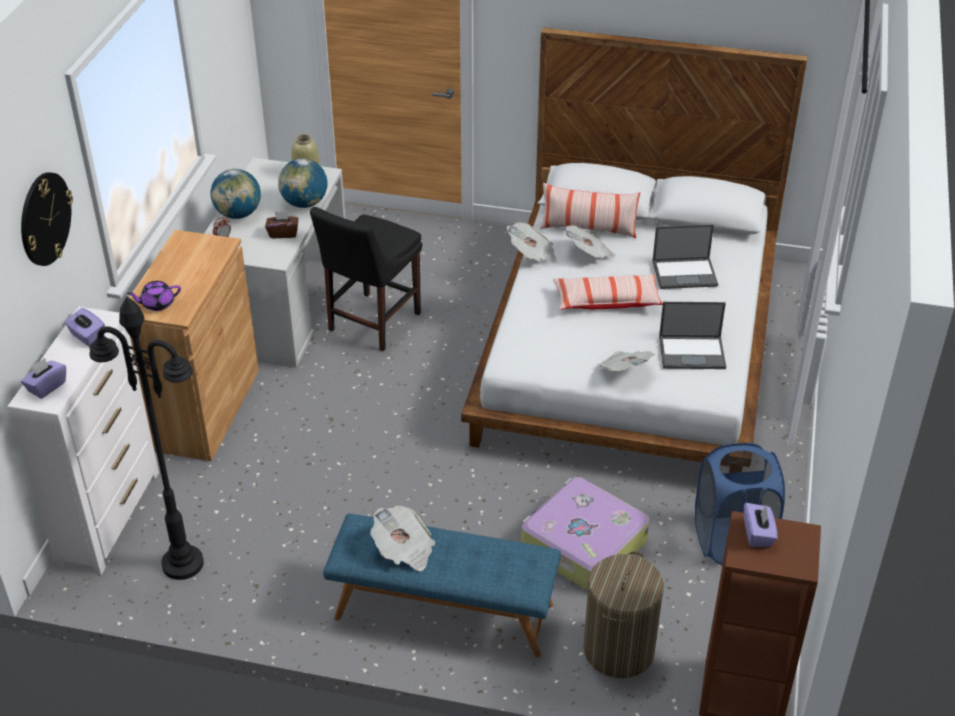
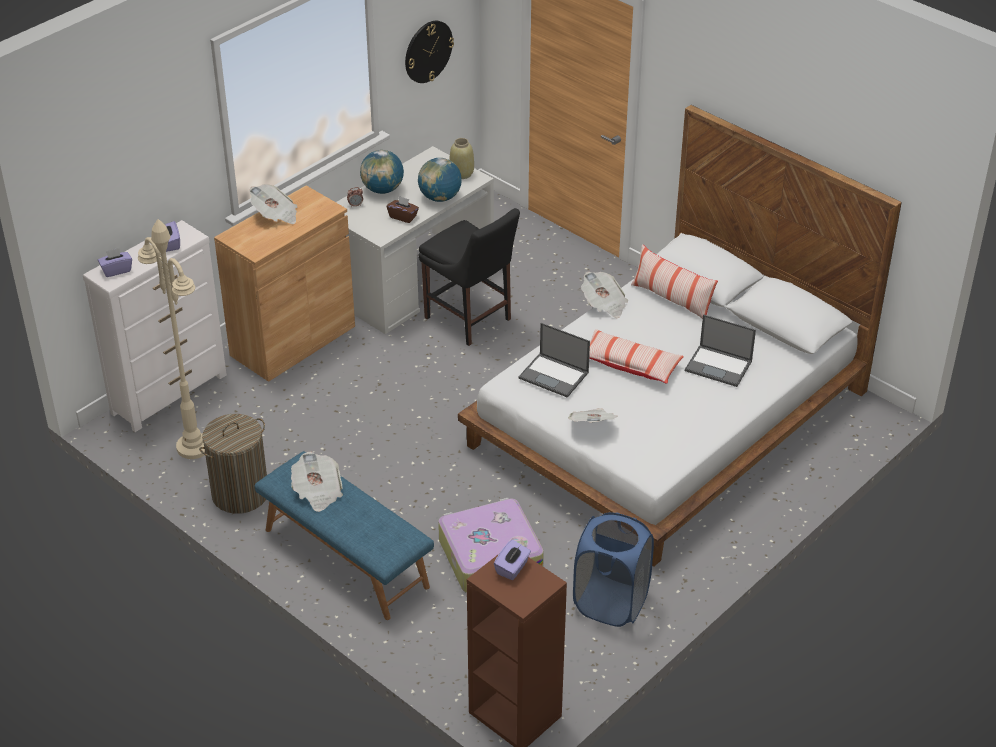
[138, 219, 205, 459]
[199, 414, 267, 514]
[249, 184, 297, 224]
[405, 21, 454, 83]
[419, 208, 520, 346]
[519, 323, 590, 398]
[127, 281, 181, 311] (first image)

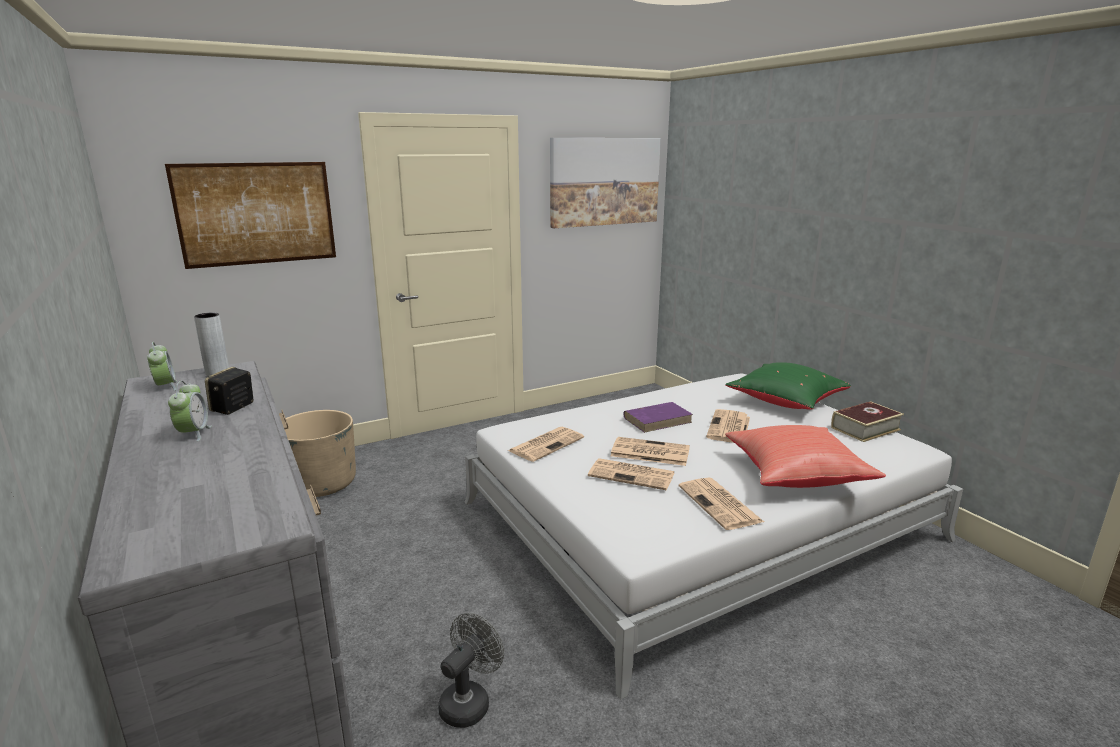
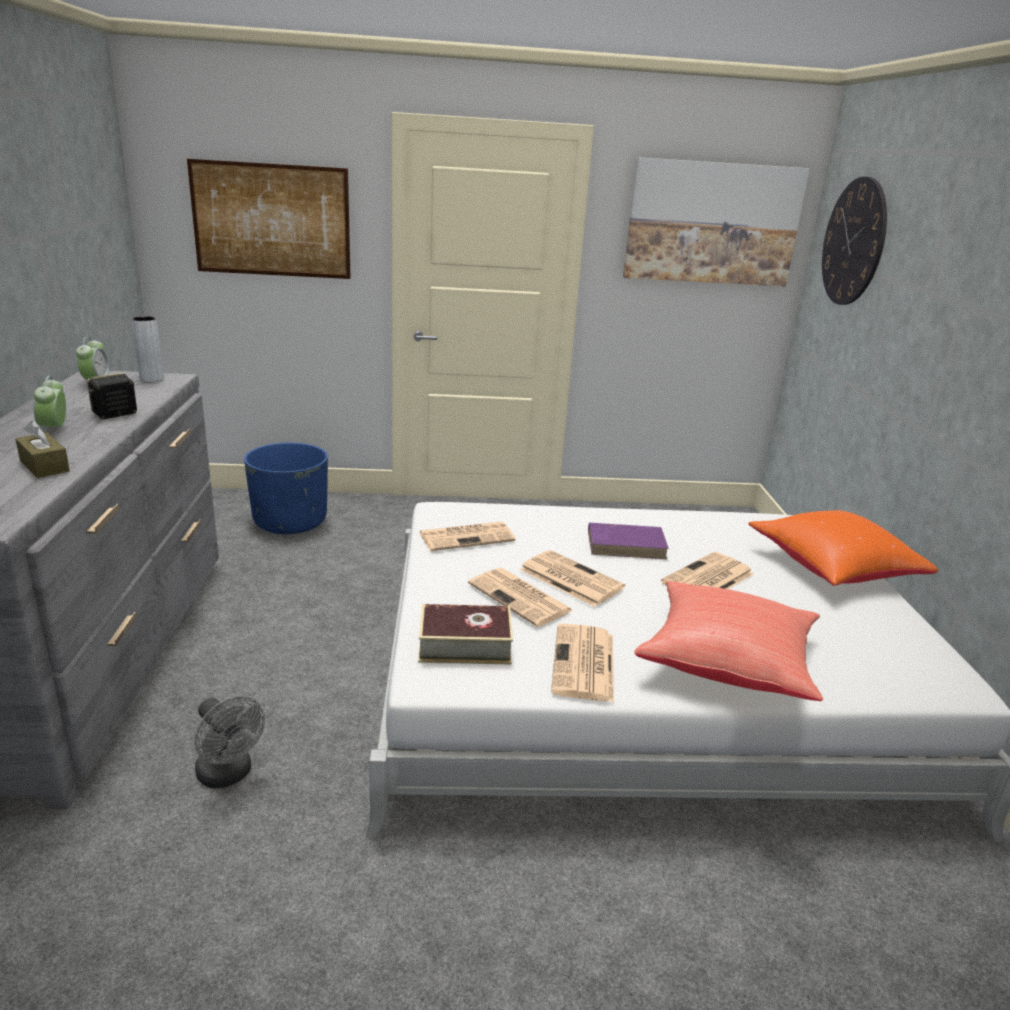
[15, 421, 70, 478]
[34, 376, 66, 431]
[195, 696, 265, 788]
[244, 443, 328, 534]
[418, 604, 513, 664]
[748, 510, 938, 586]
[822, 176, 887, 305]

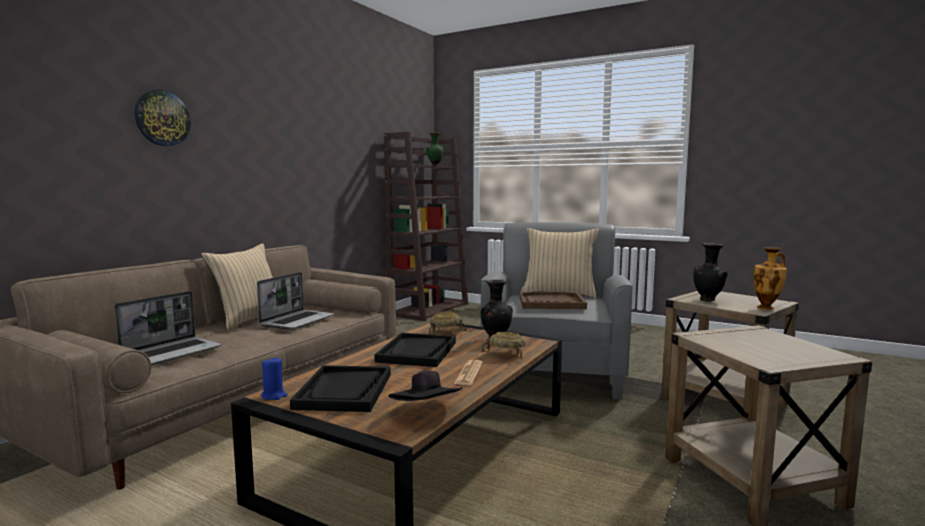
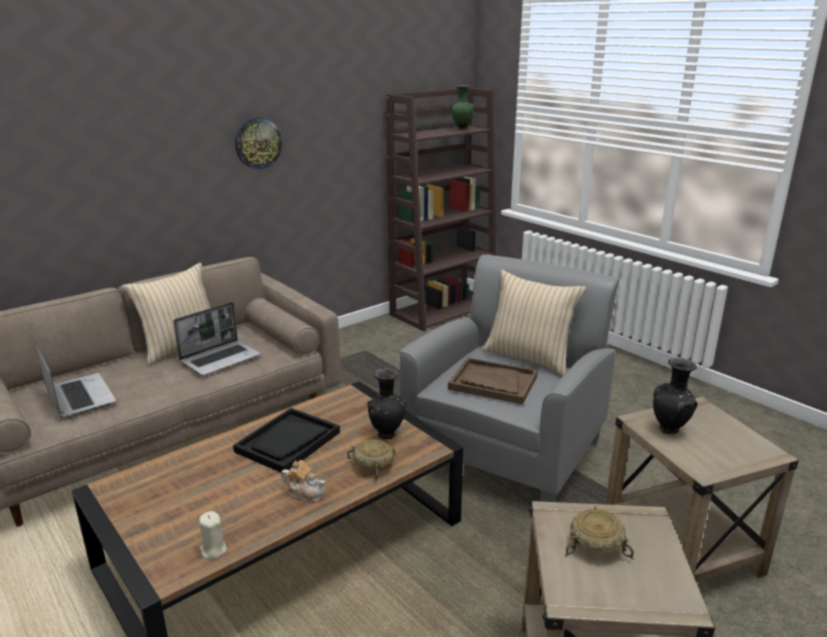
[36, 344, 116, 418]
[199, 511, 227, 559]
[235, 117, 282, 169]
[281, 460, 325, 503]
[565, 506, 634, 559]
[261, 357, 288, 400] (first image)
[290, 365, 391, 412] (first image)
[753, 247, 787, 310] (first image)

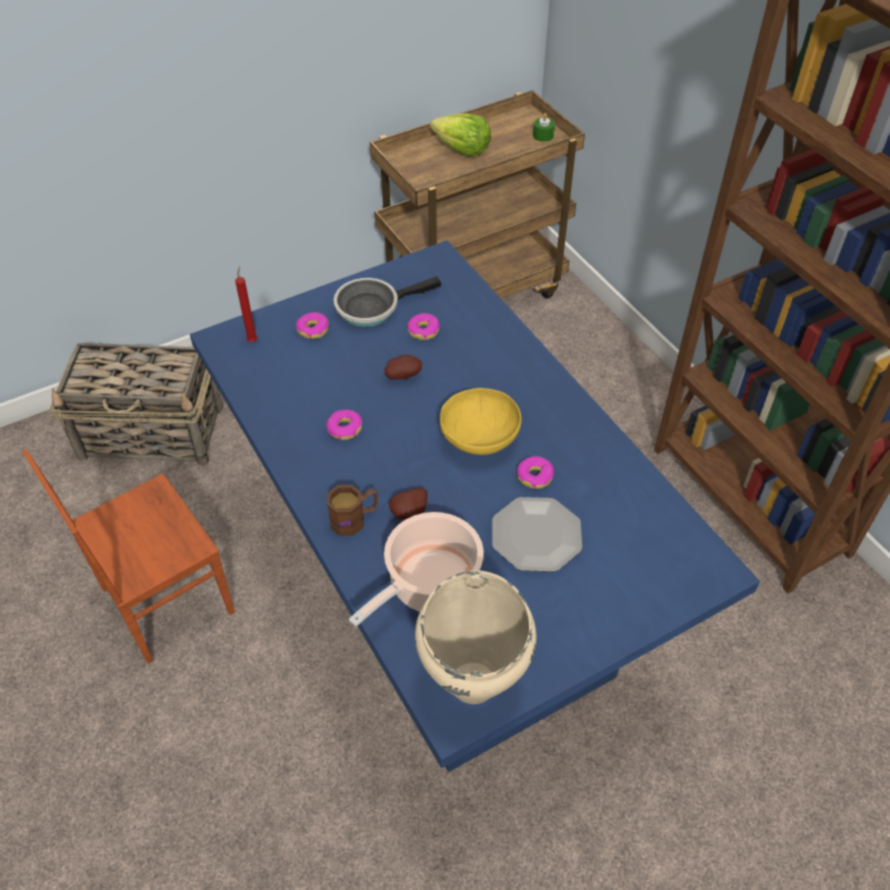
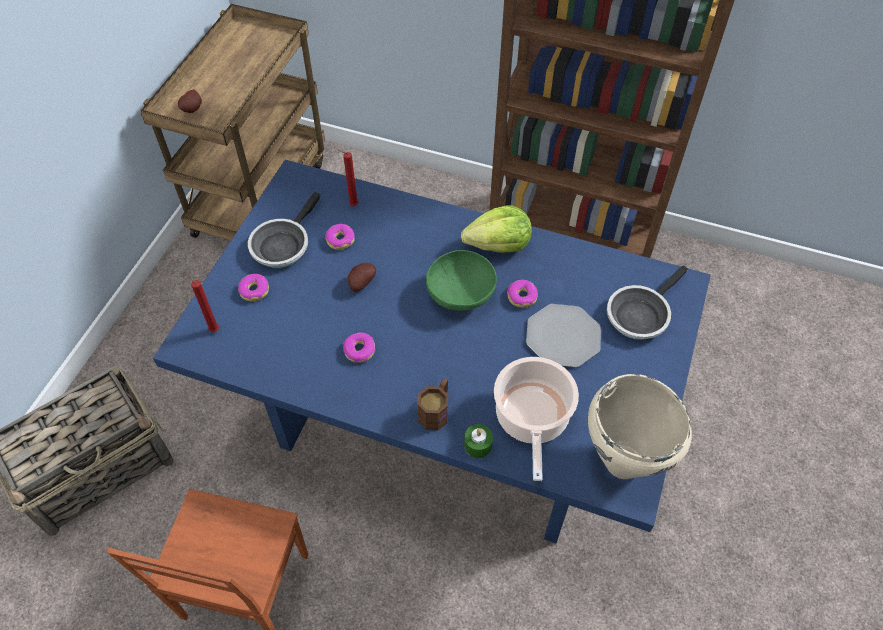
[178, 90, 202, 113]
[338, 150, 358, 206]
[426, 250, 497, 311]
[461, 205, 532, 253]
[464, 424, 493, 458]
[607, 265, 688, 340]

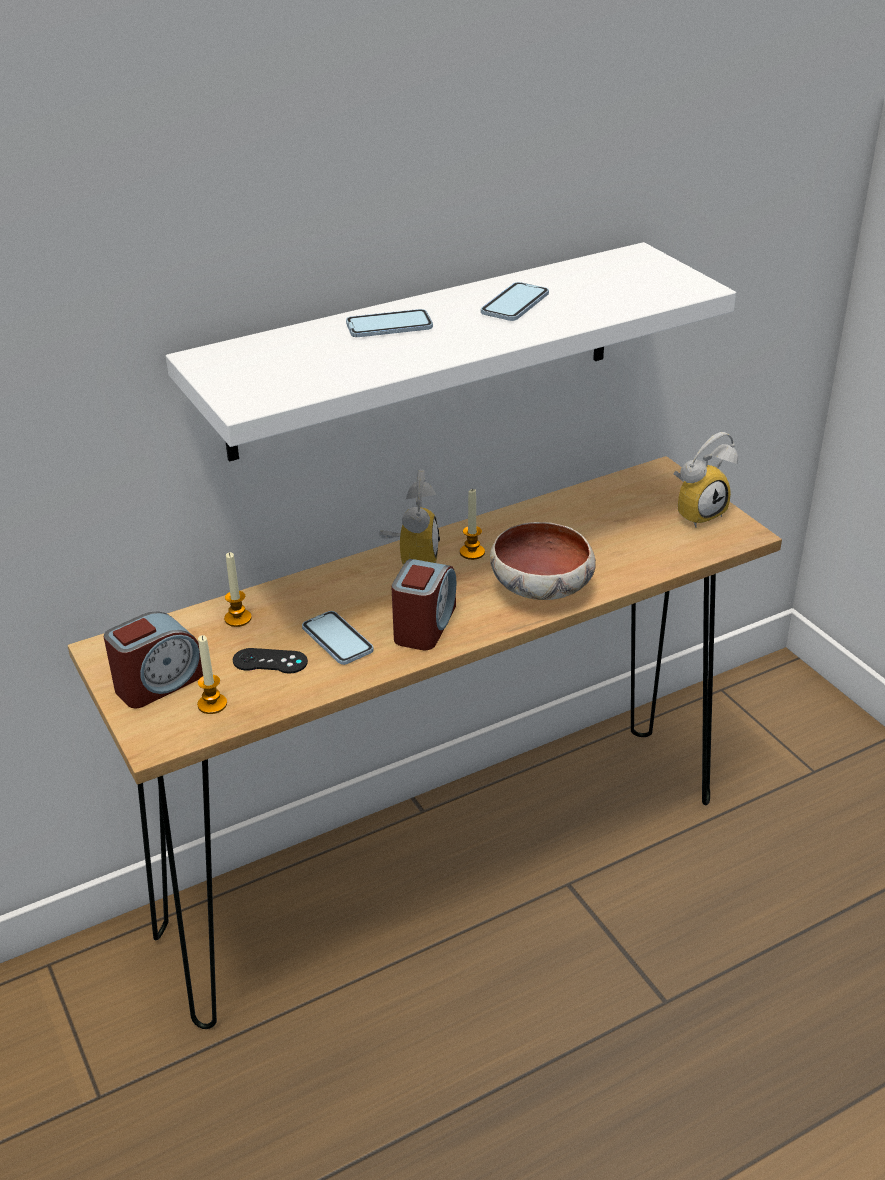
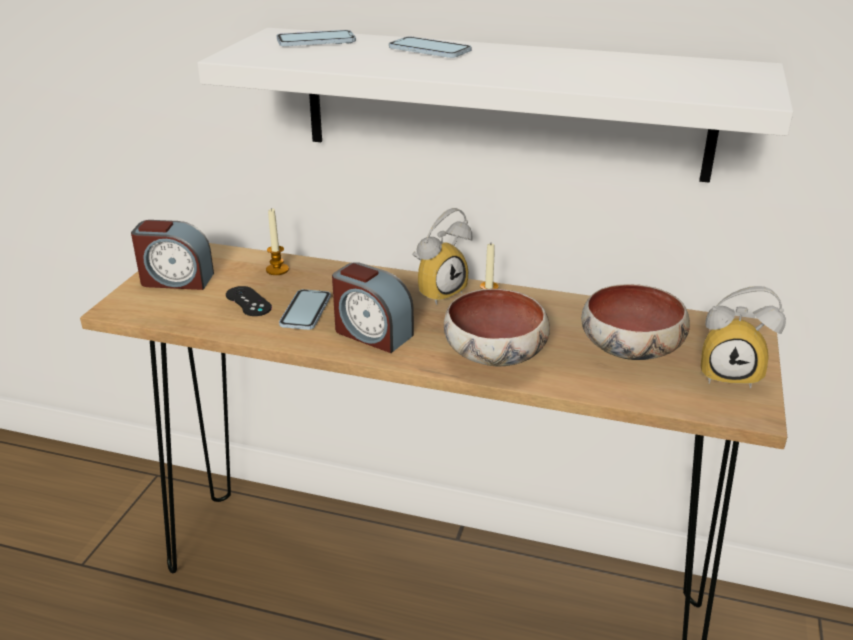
[276, 30, 356, 46]
[332, 262, 414, 353]
[581, 284, 690, 360]
[197, 635, 227, 714] (first image)

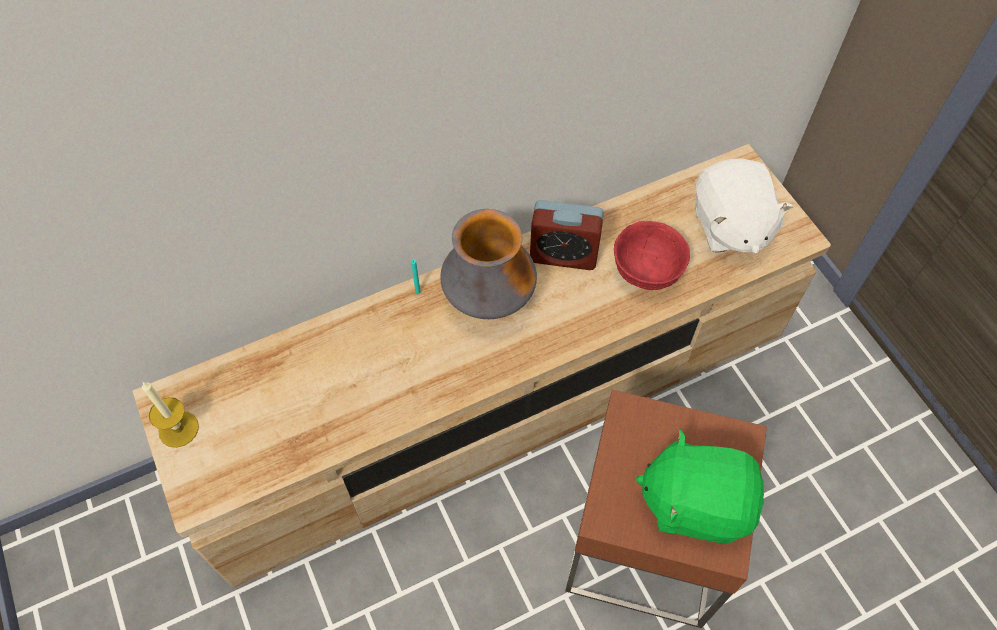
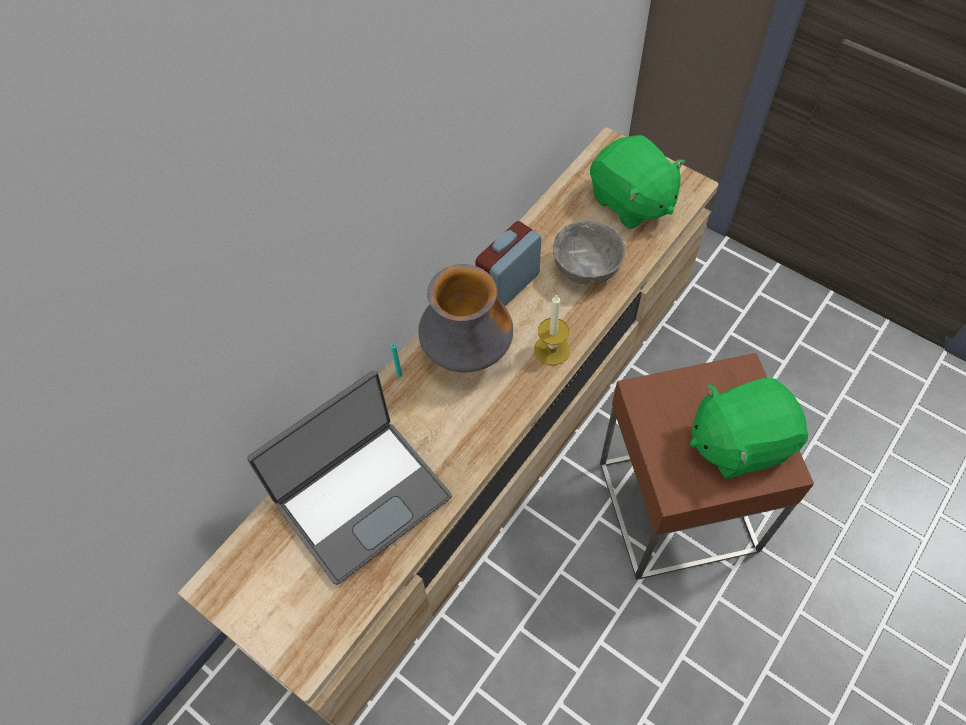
[247, 370, 452, 585]
[475, 221, 541, 306]
[534, 294, 570, 365]
[553, 220, 625, 284]
[590, 135, 685, 229]

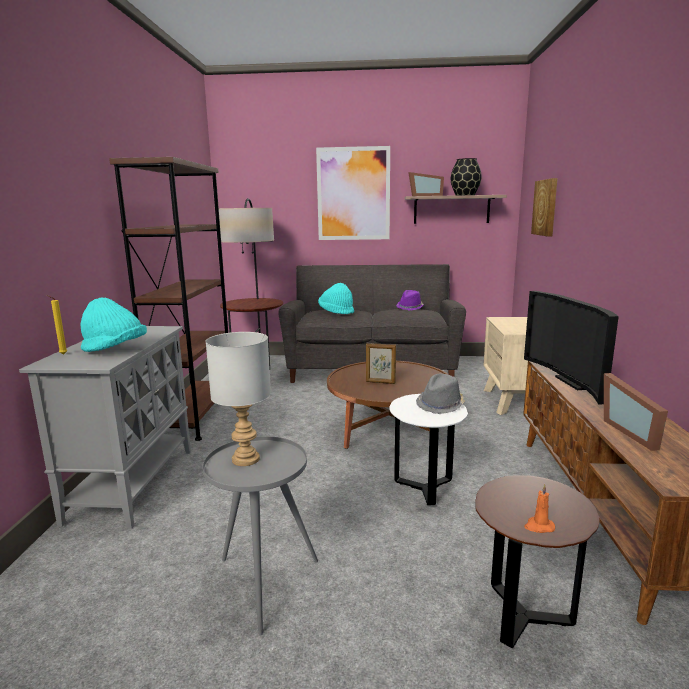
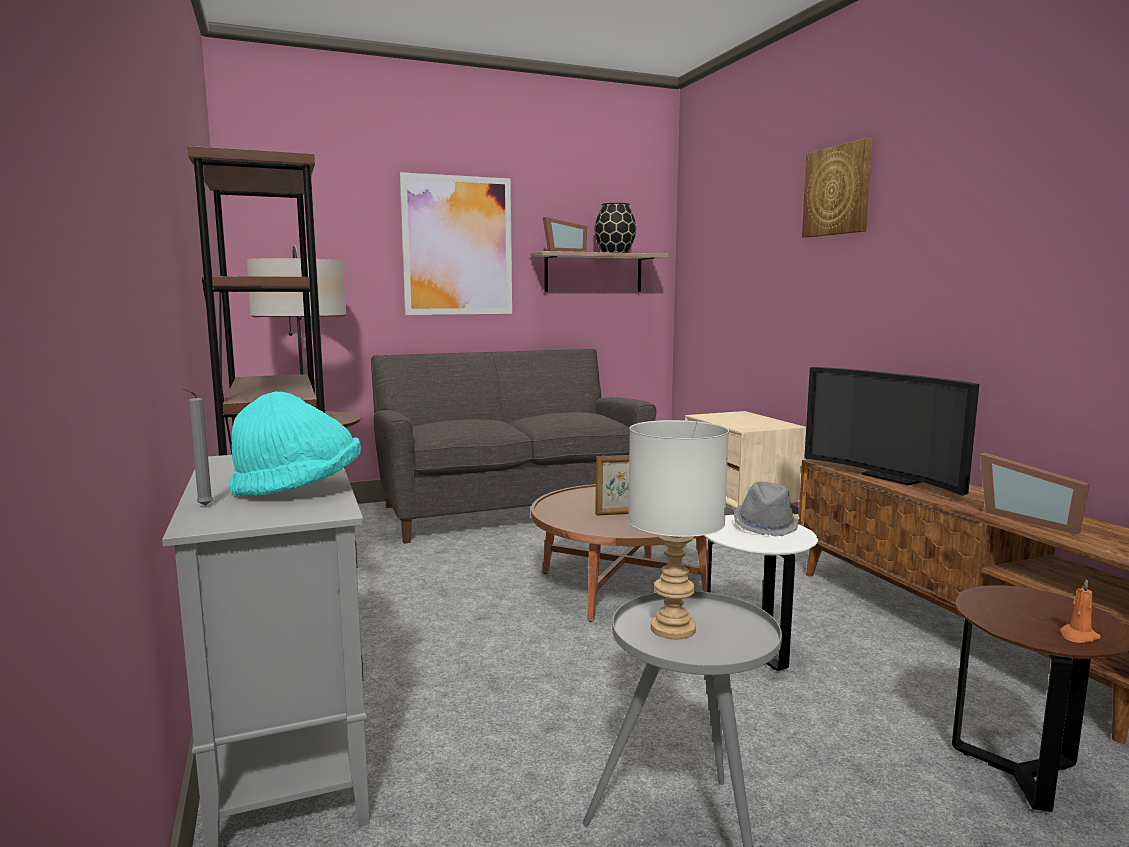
[182, 388, 213, 506]
[802, 138, 872, 238]
[318, 283, 354, 314] (first image)
[396, 290, 424, 311] (first image)

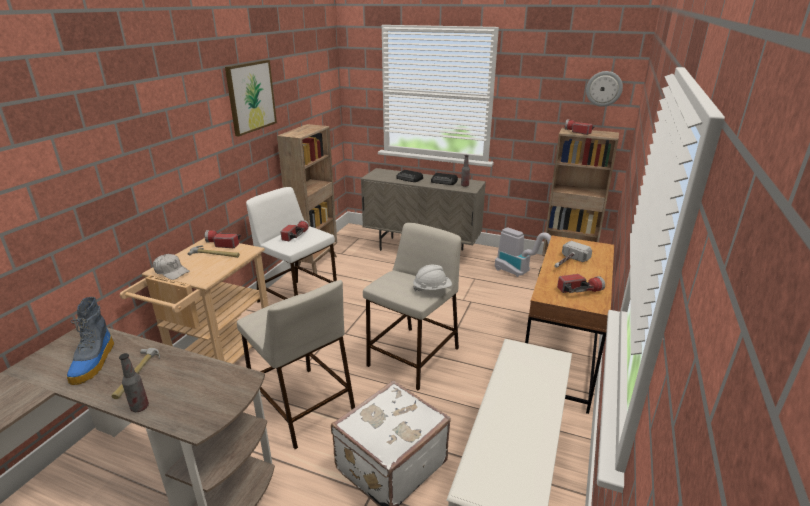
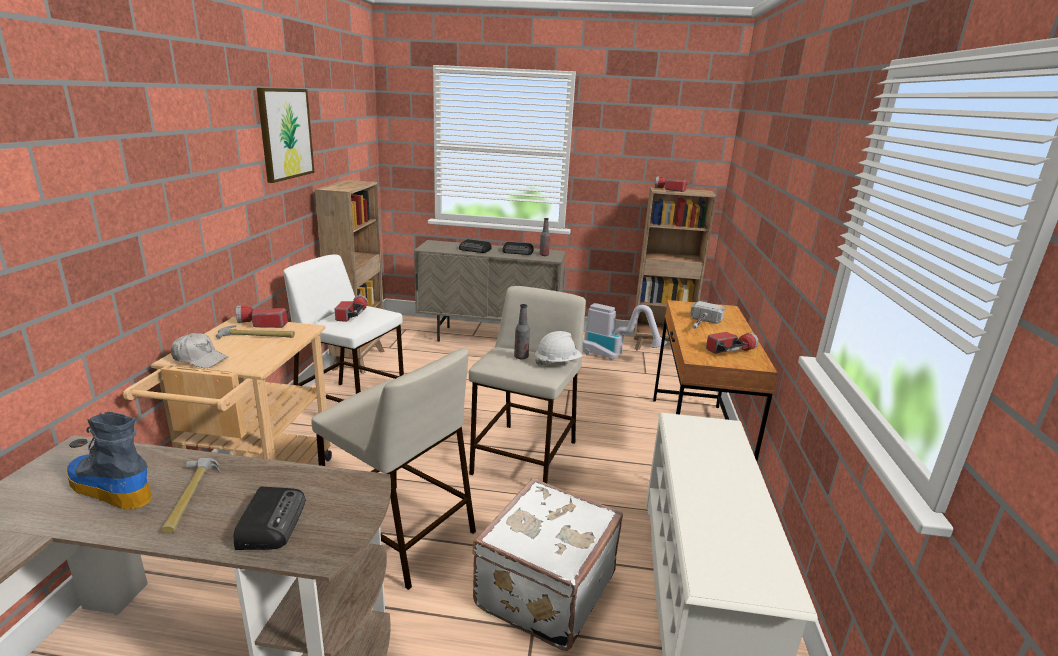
[66, 412, 152, 510]
[234, 486, 306, 550]
[514, 304, 530, 359]
[586, 71, 623, 107] (first image)

